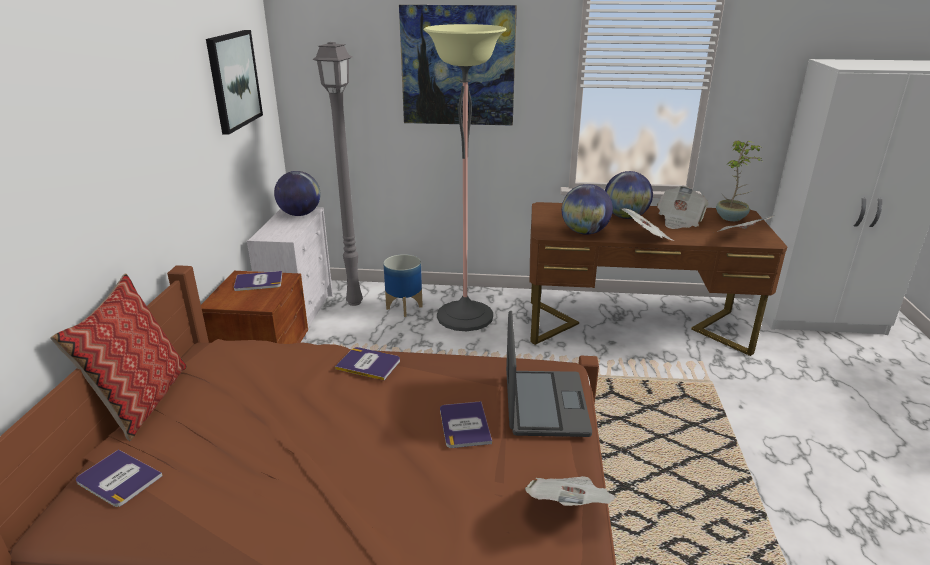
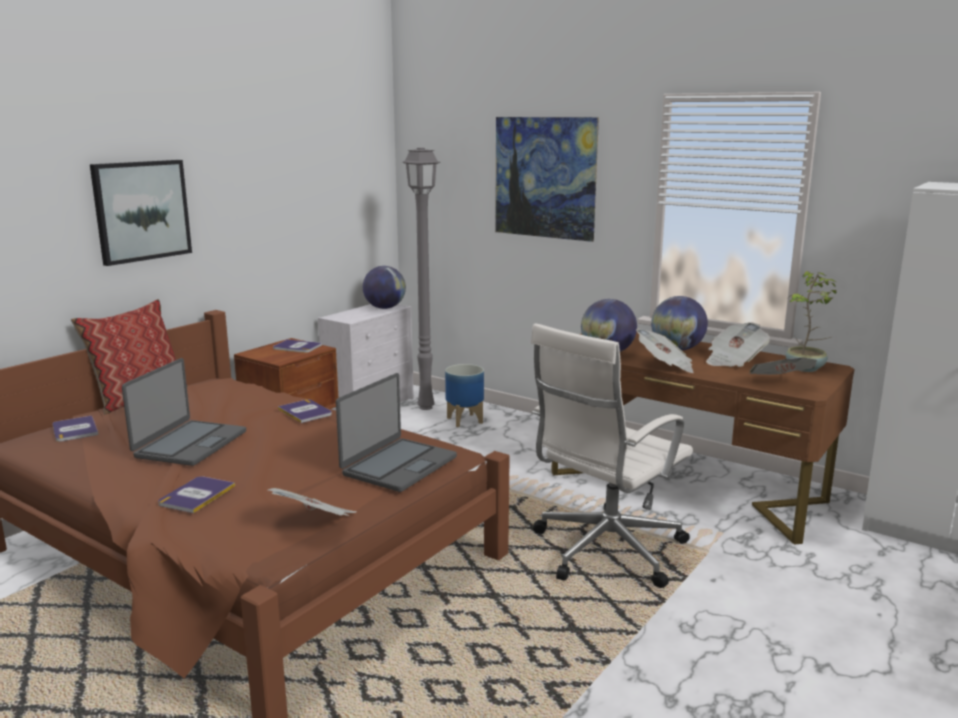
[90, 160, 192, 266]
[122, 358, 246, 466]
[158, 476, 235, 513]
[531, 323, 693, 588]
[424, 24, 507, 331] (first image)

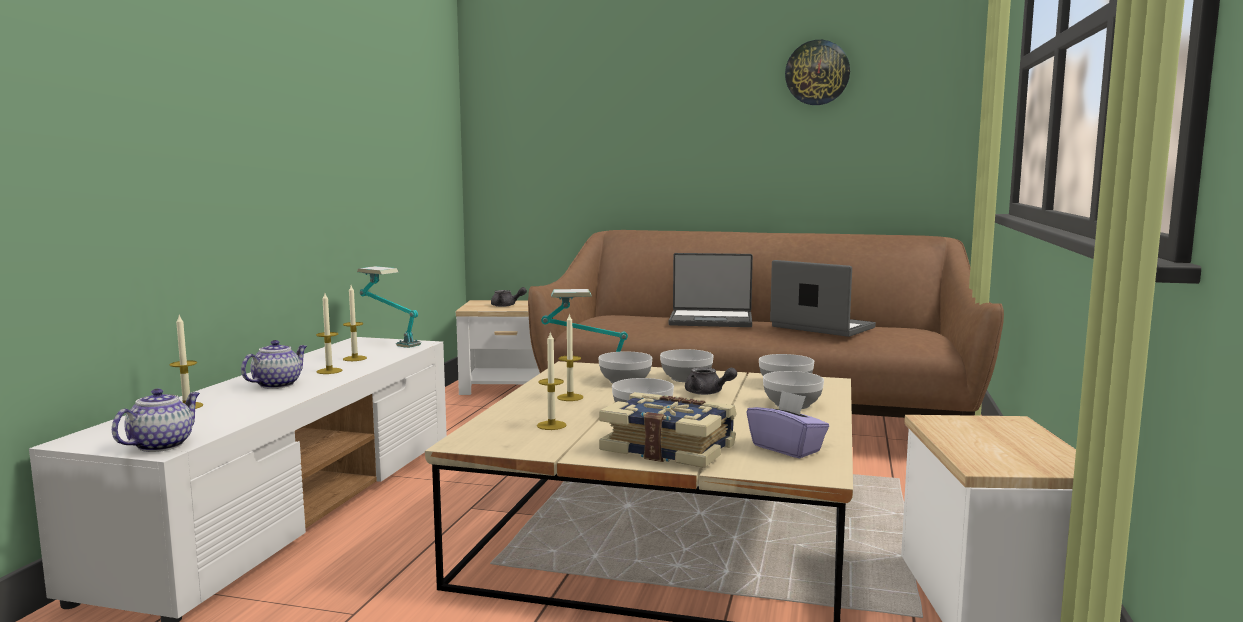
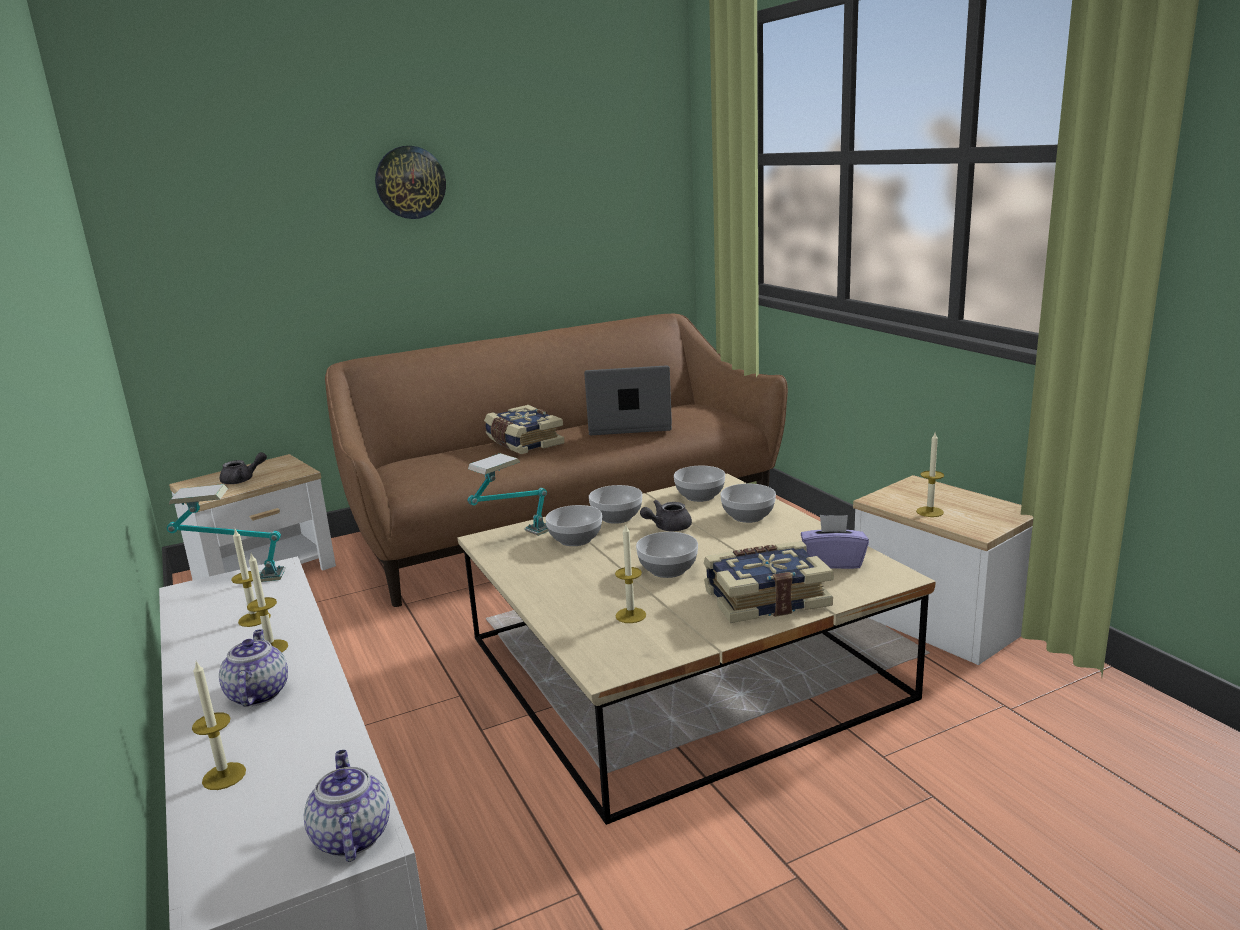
[375, 146, 446, 219]
[484, 405, 565, 454]
[640, 500, 692, 532]
[916, 433, 944, 517]

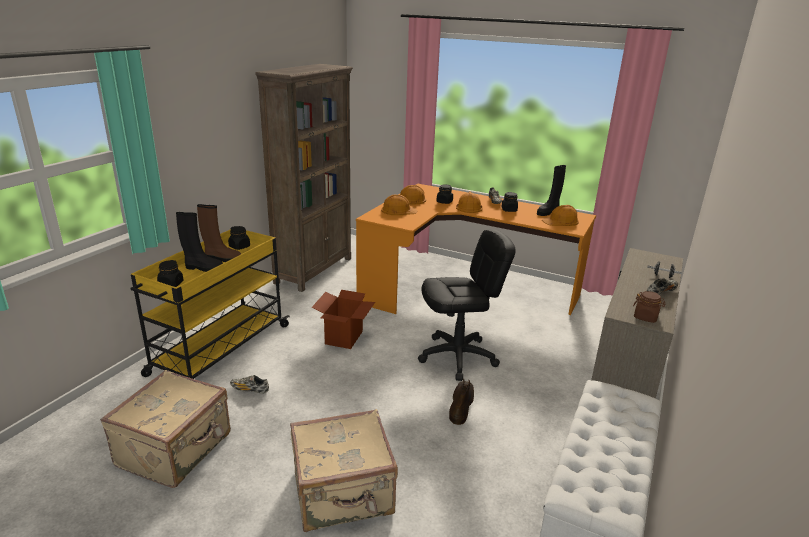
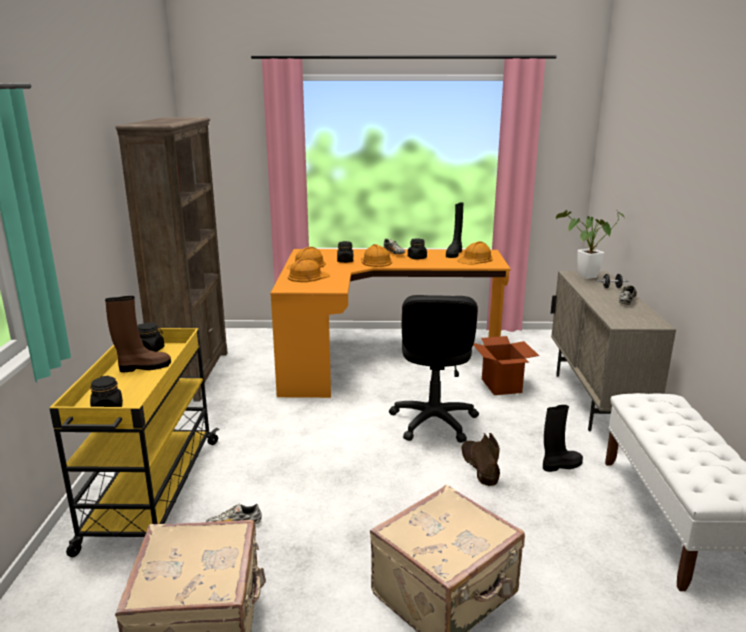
[389, 295, 479, 443]
[473, 336, 539, 395]
[543, 405, 583, 472]
[556, 210, 625, 279]
[633, 291, 665, 323] (first image)

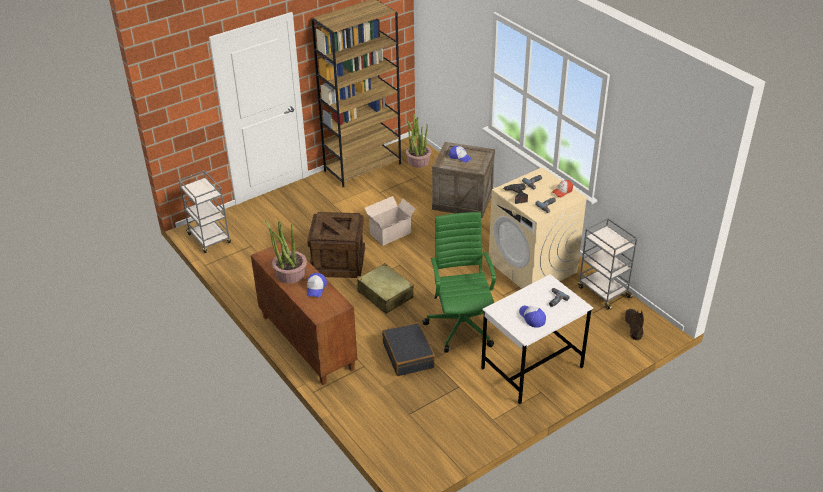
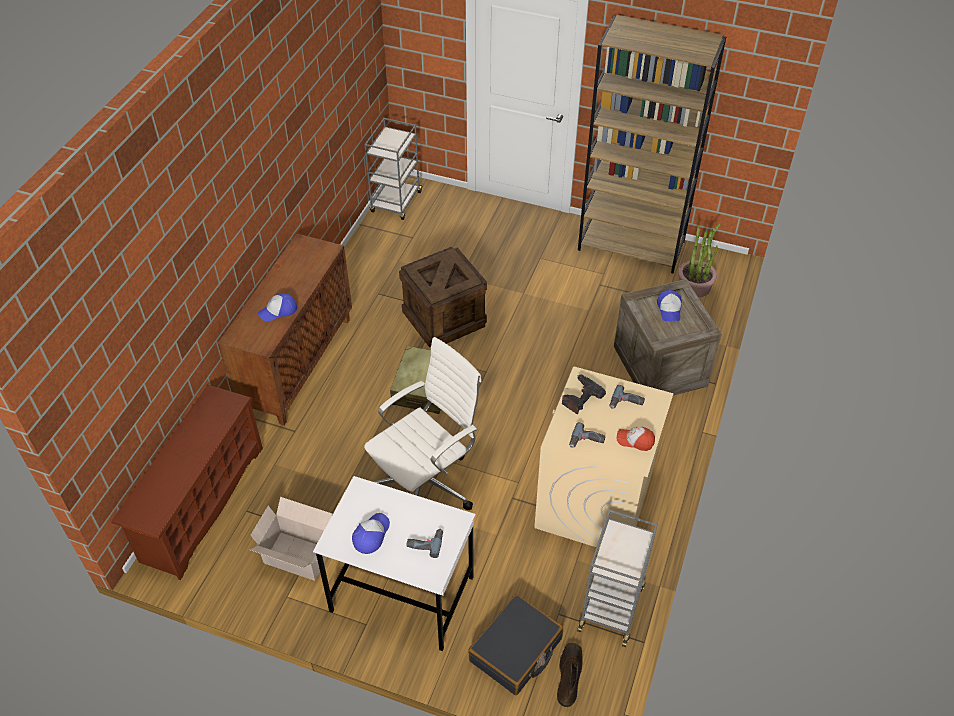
[111, 385, 263, 580]
[250, 497, 332, 581]
[364, 337, 482, 510]
[468, 594, 563, 695]
[557, 642, 583, 707]
[265, 220, 307, 284] (first image)

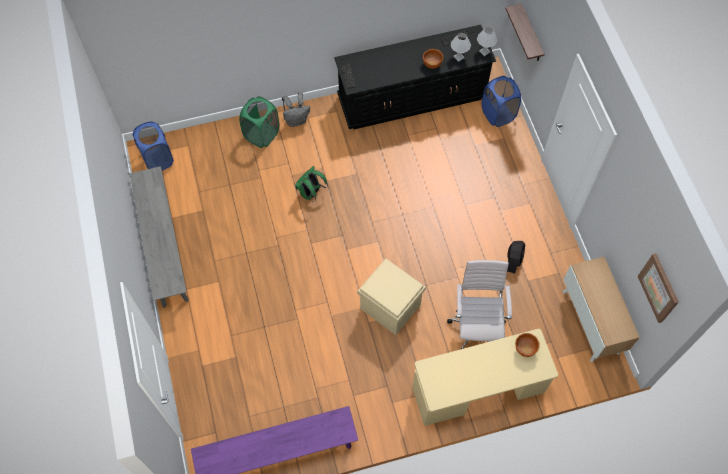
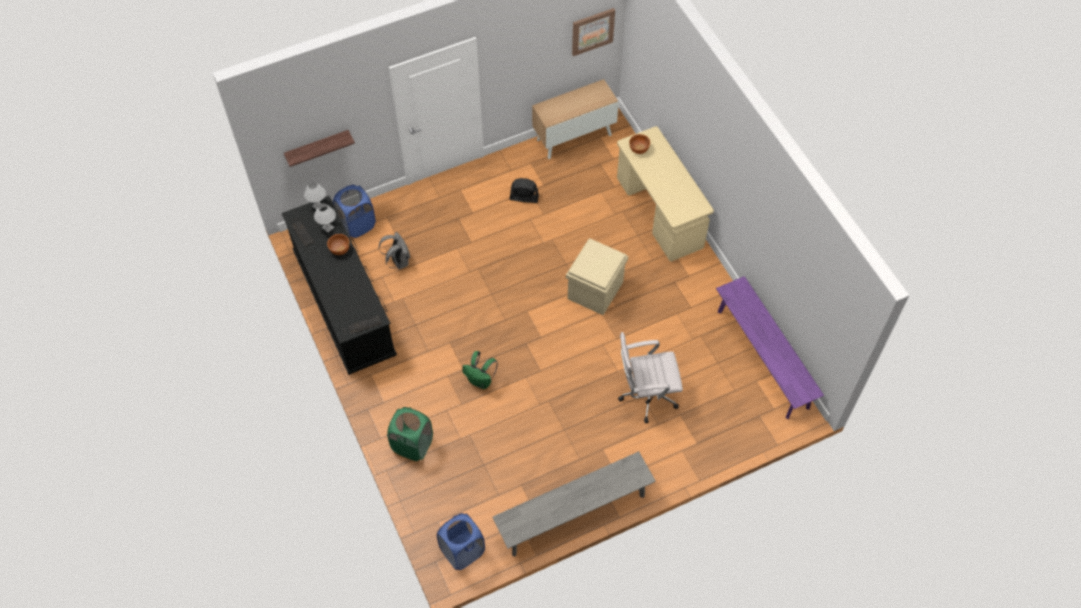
[379, 232, 410, 269]
[618, 332, 683, 423]

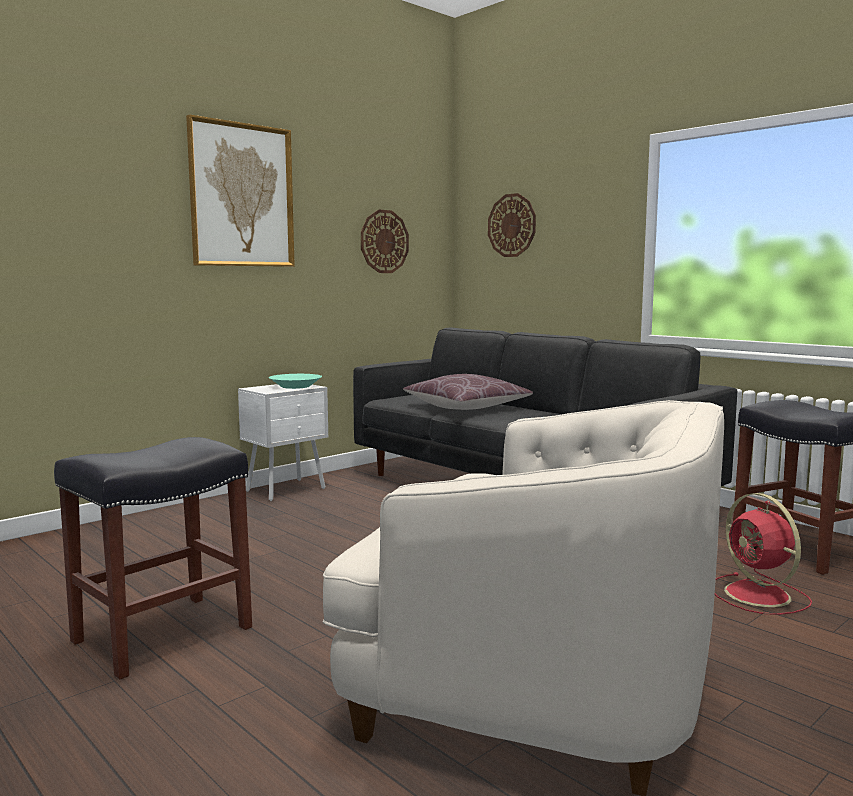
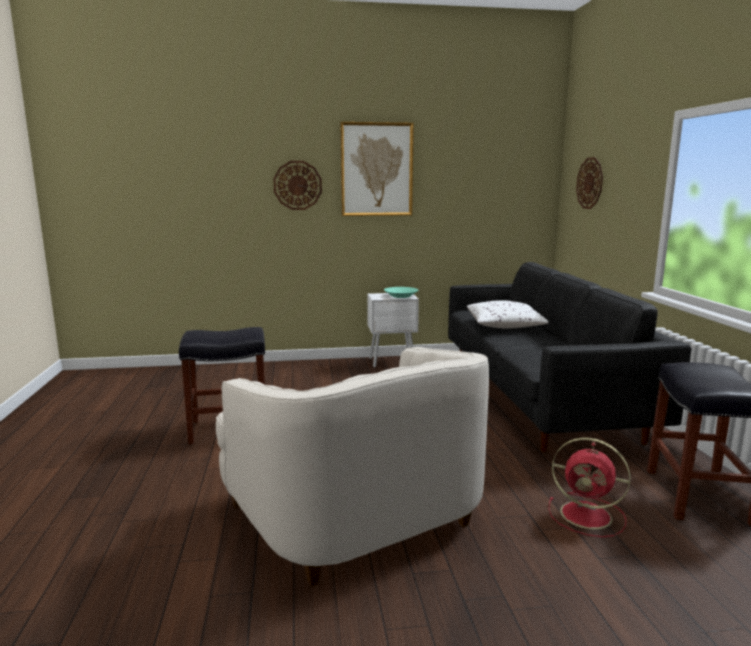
[273, 161, 322, 210]
[467, 300, 549, 329]
[548, 438, 631, 537]

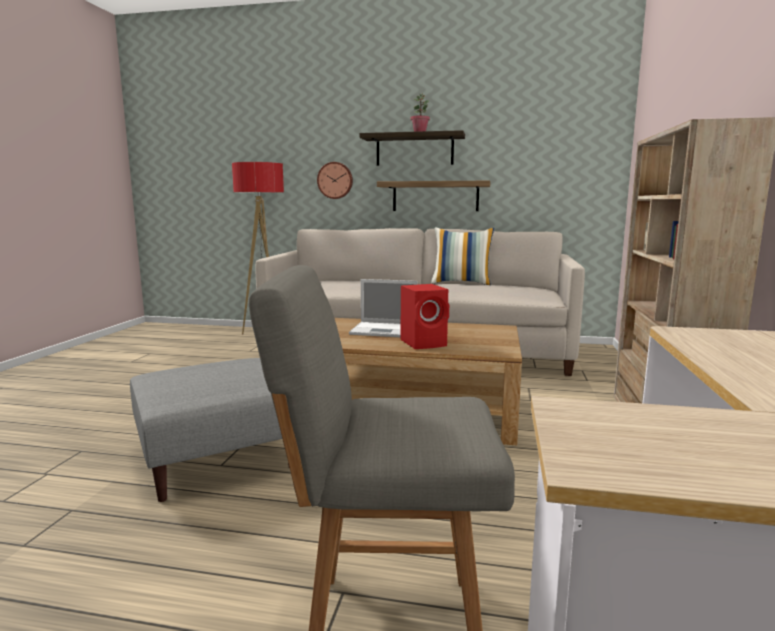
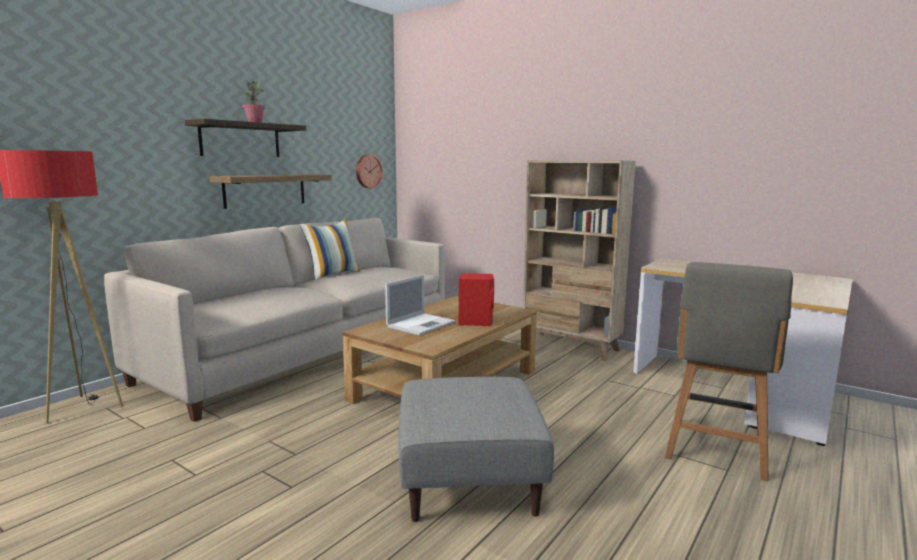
[356, 155, 383, 188]

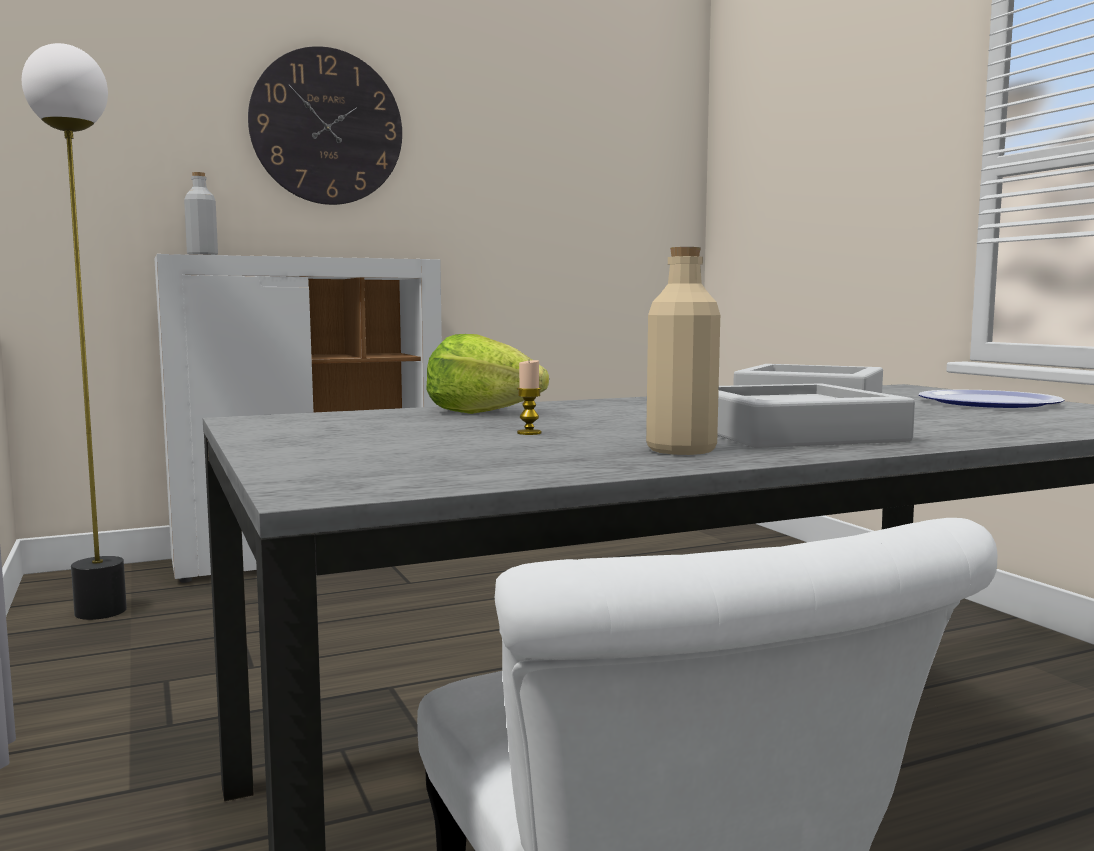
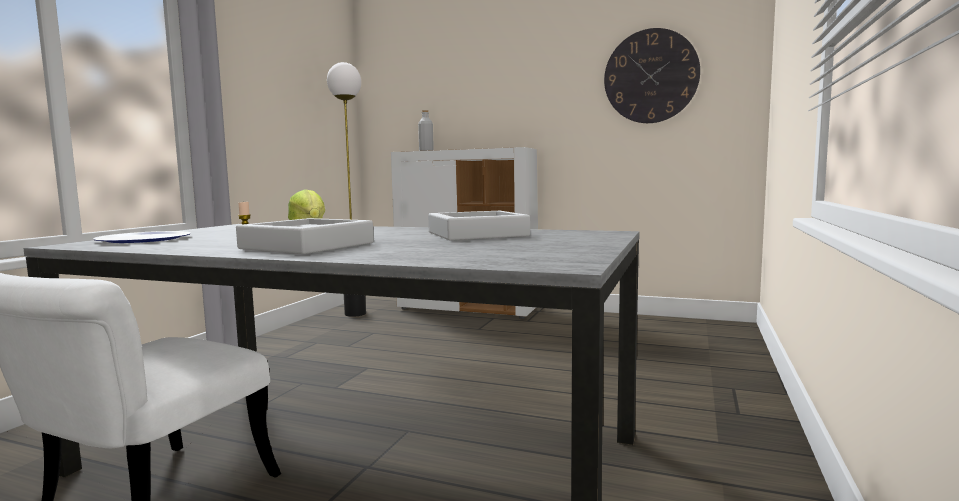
[93, 231, 191, 243]
[604, 28, 700, 123]
[646, 247, 720, 455] (first image)

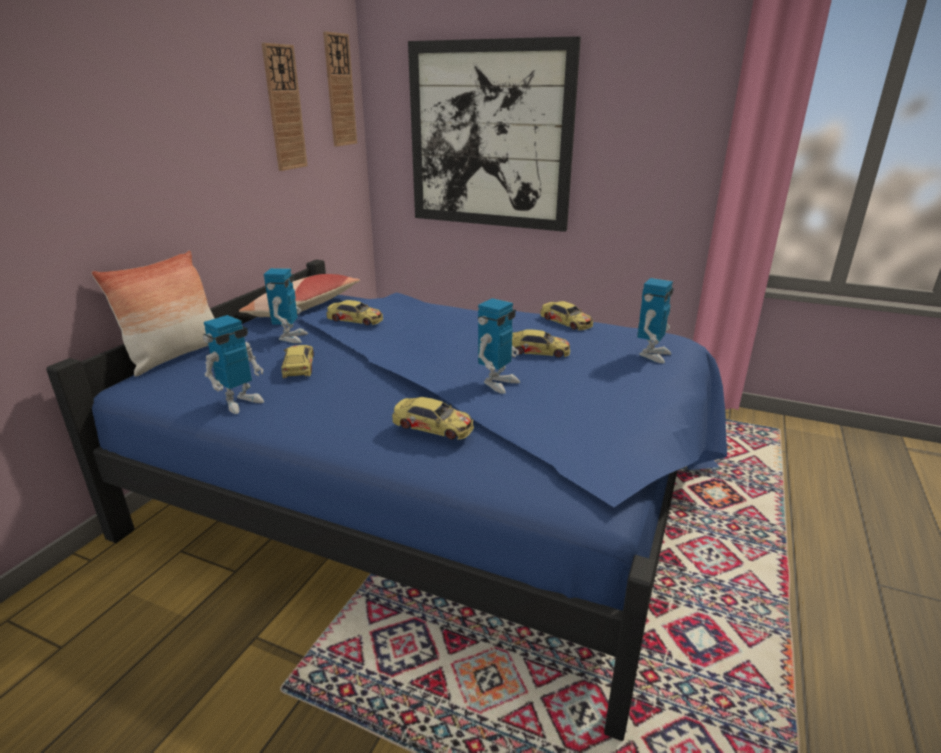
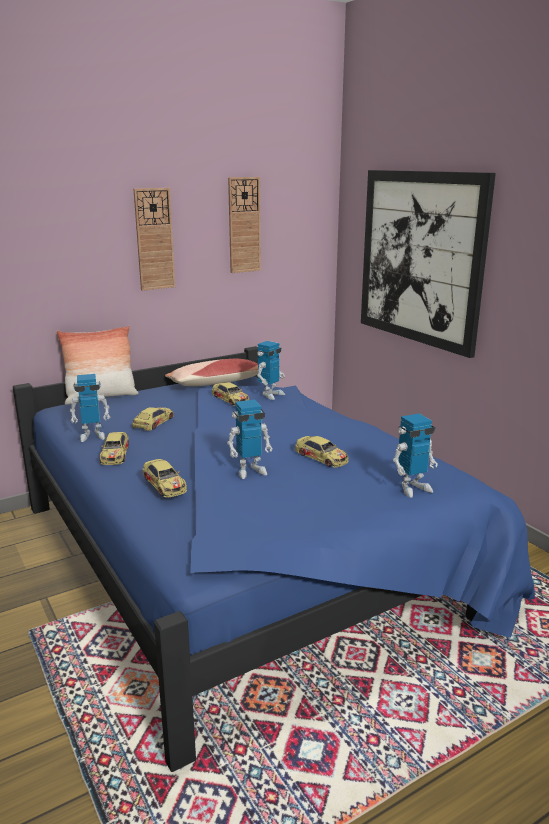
[100, 432, 129, 465]
[134, 188, 175, 291]
[257, 341, 285, 400]

